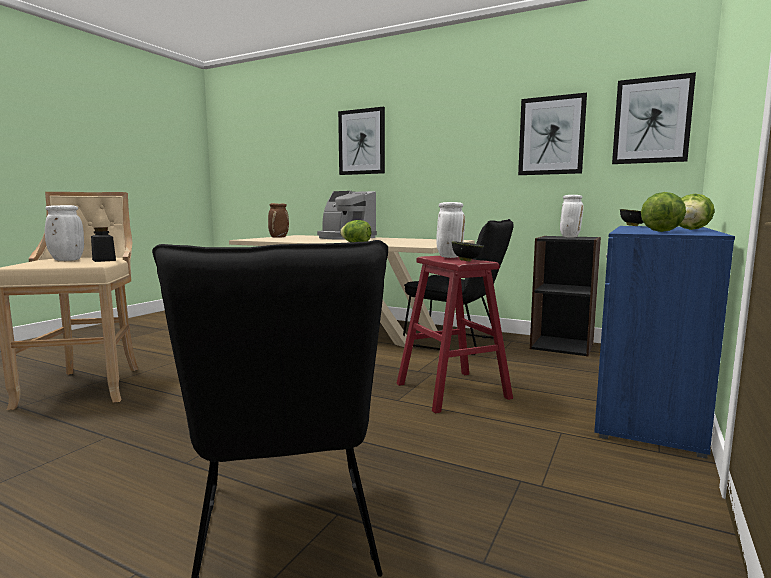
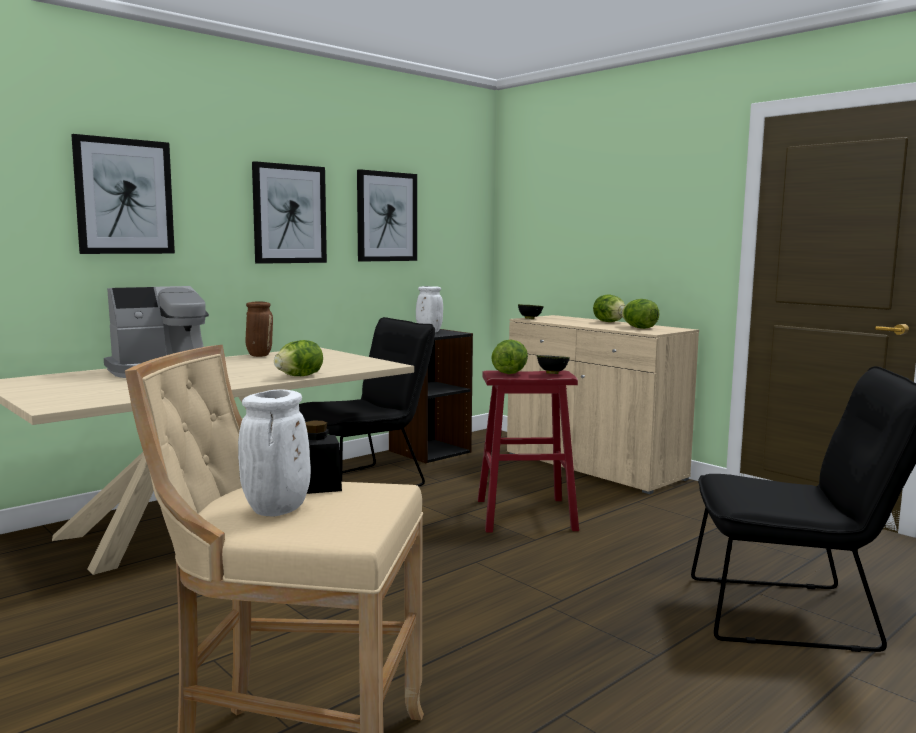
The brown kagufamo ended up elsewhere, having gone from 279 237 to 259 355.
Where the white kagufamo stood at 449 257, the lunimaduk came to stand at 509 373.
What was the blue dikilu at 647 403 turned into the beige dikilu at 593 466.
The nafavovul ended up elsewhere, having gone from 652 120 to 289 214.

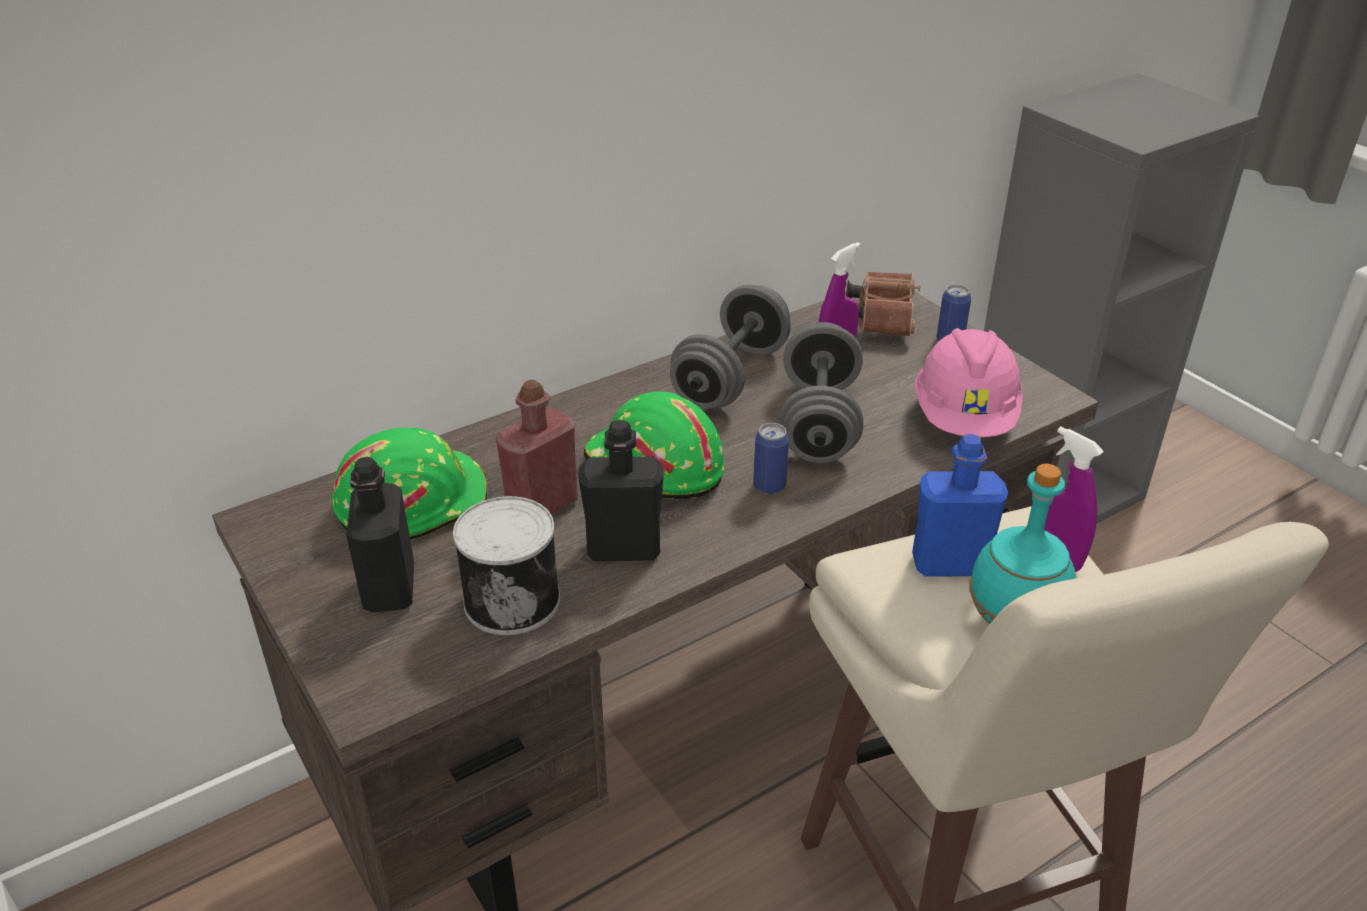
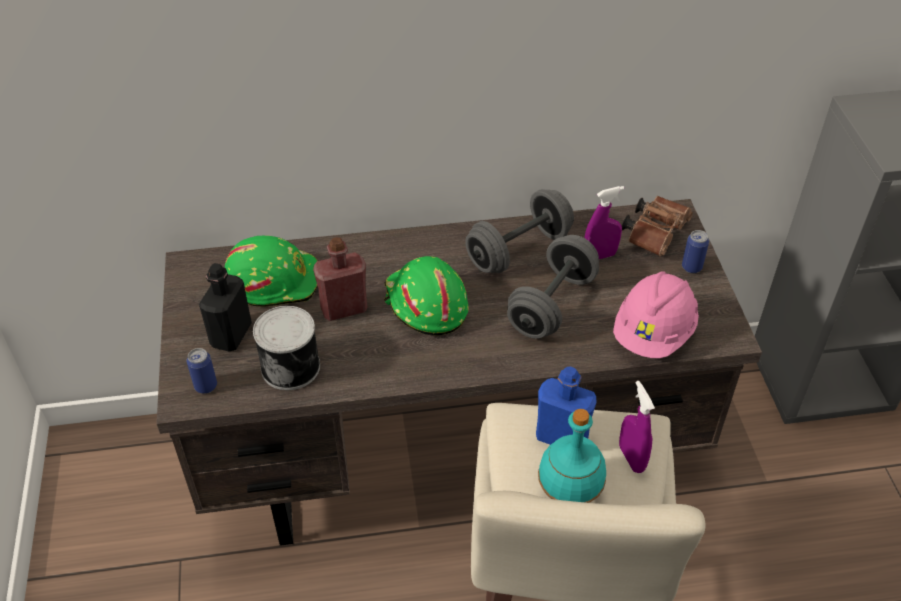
The second view lost the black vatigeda at 624 549.
The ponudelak ended up elsewhere, having gone from 769 486 to 206 386.

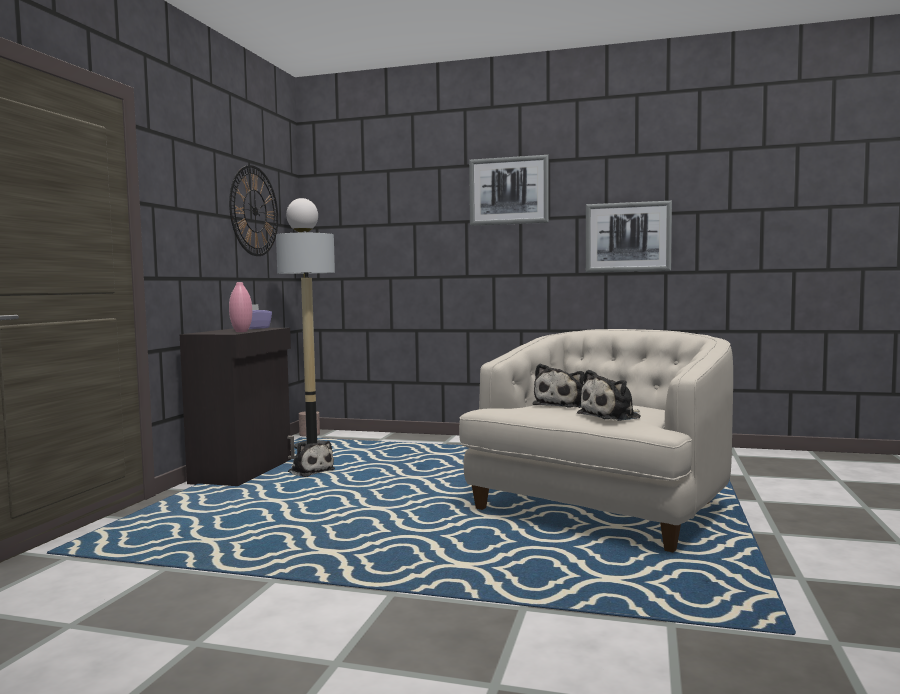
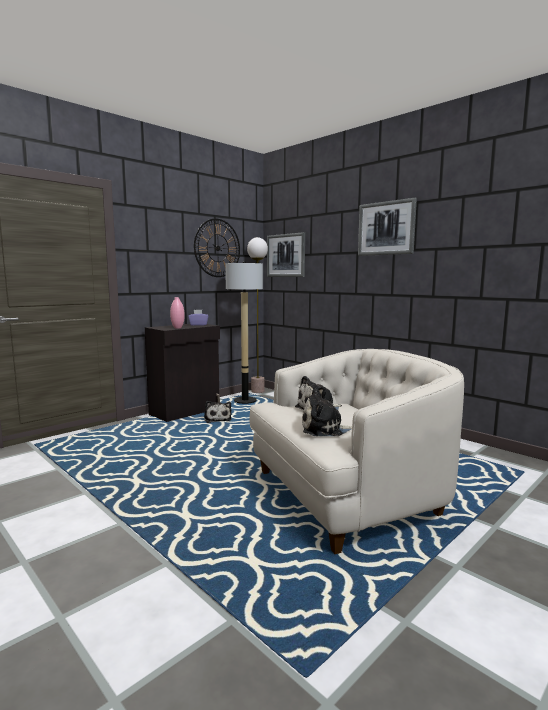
The nafavovul ended up elsewhere, having gone from 627 237 to 286 255.

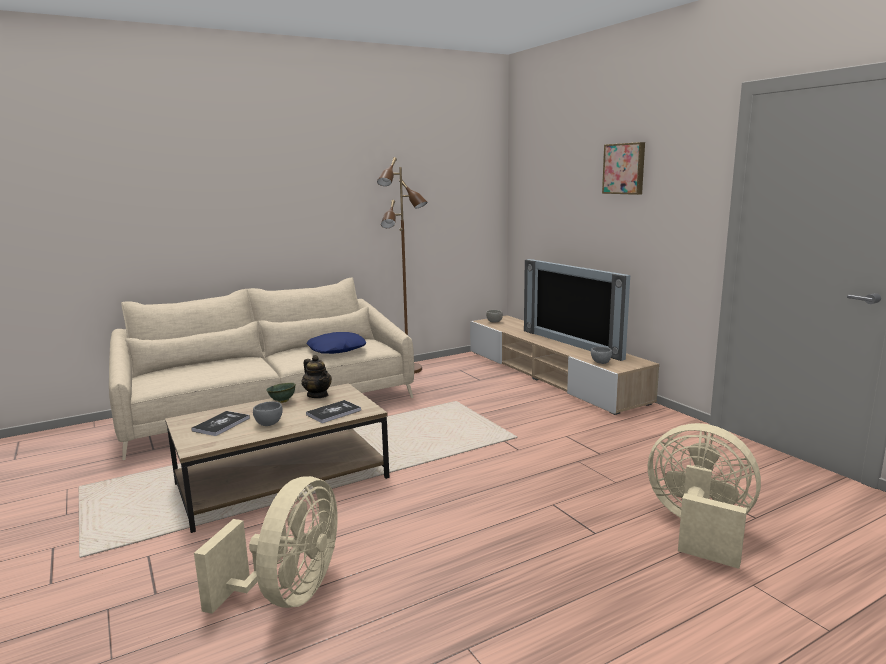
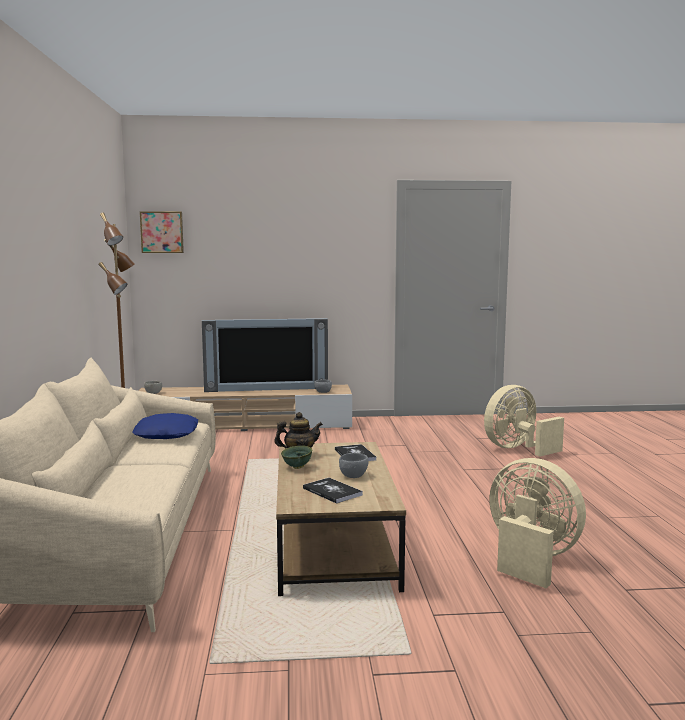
The nafavovul ended up elsewhere, having gone from 624 168 to 162 232.

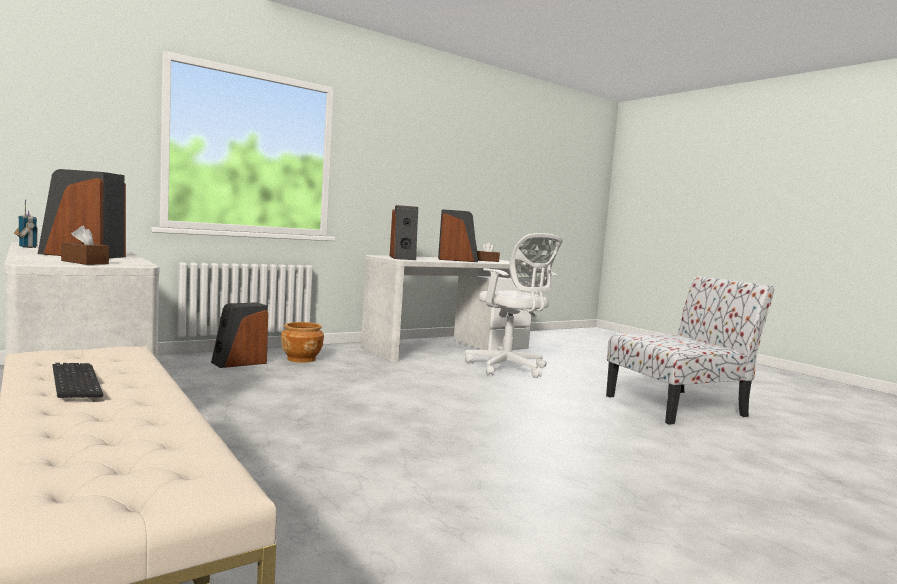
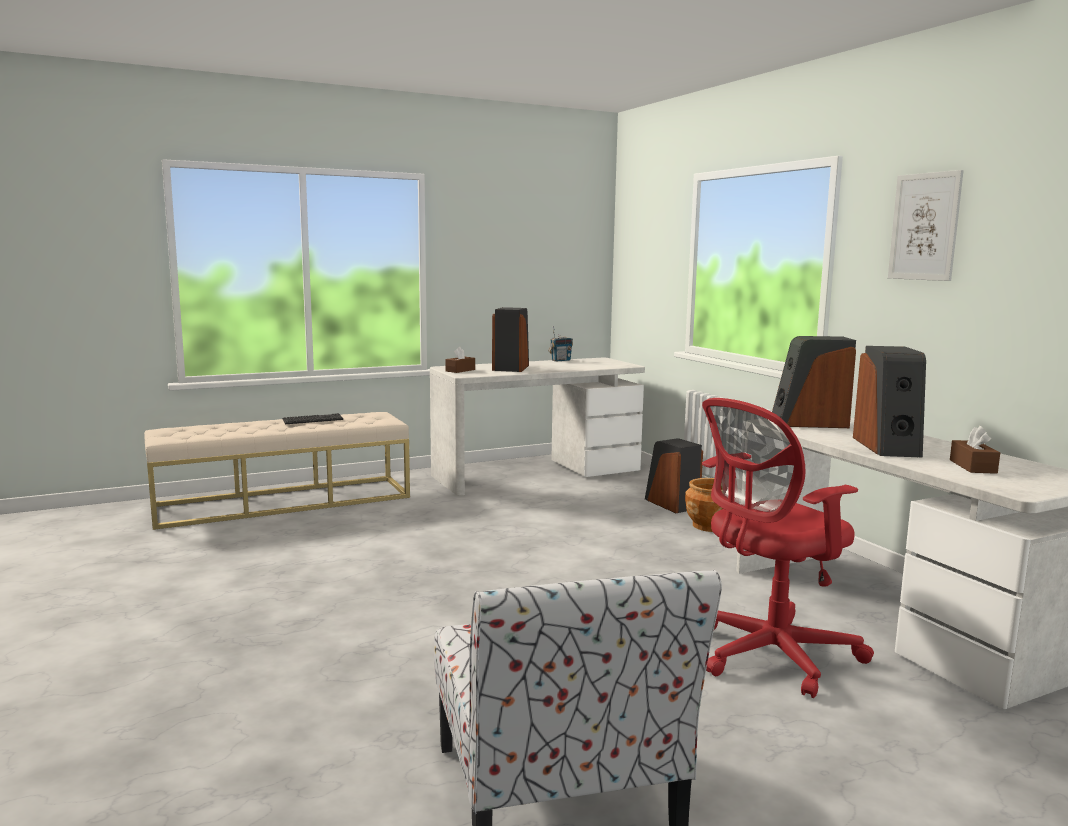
What was the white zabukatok at 509 368 turned into the red zabukatok at 769 657.
The second view gained the nafavovul at 924 227.

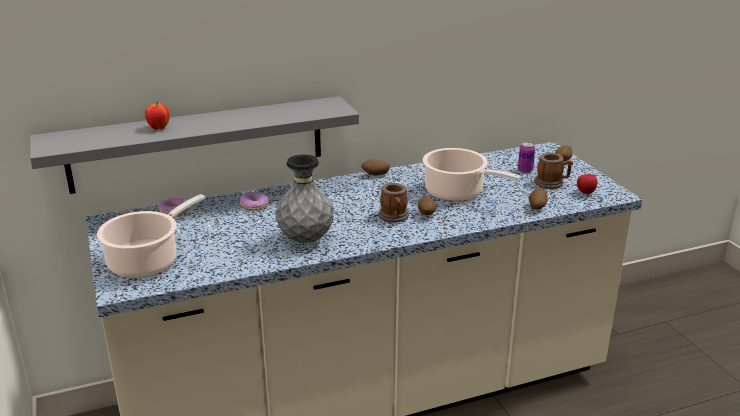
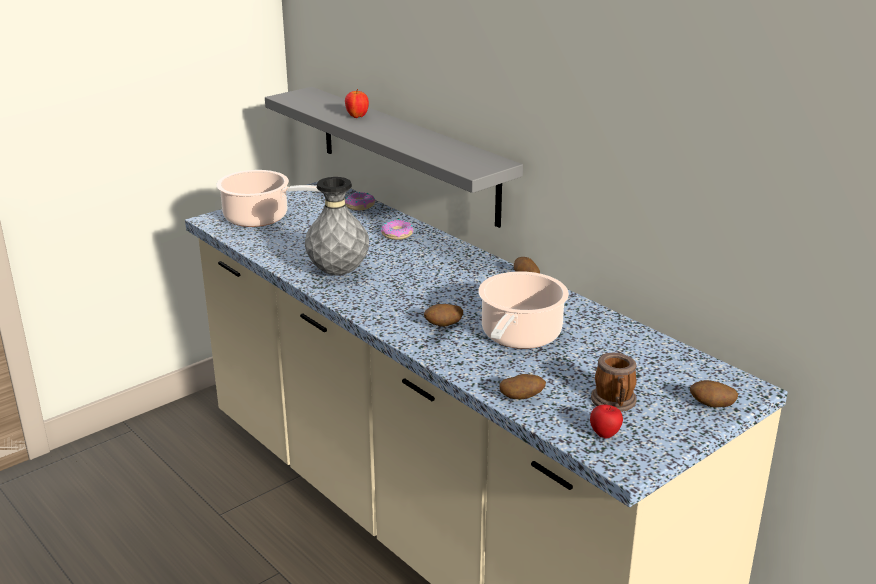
The second view lost the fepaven at 394 217.
The second view lost the ponudelak at 525 170.

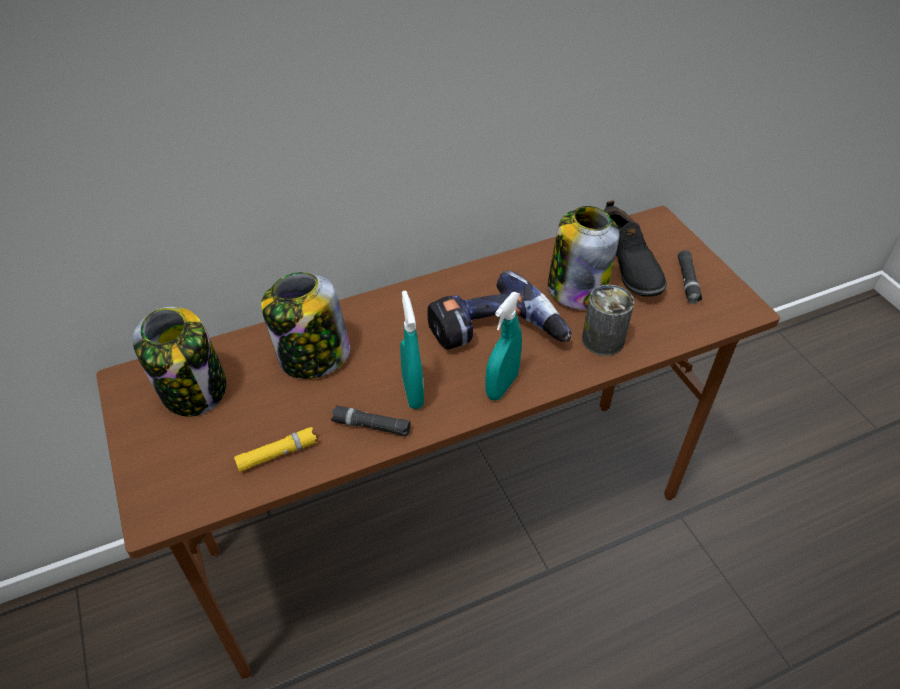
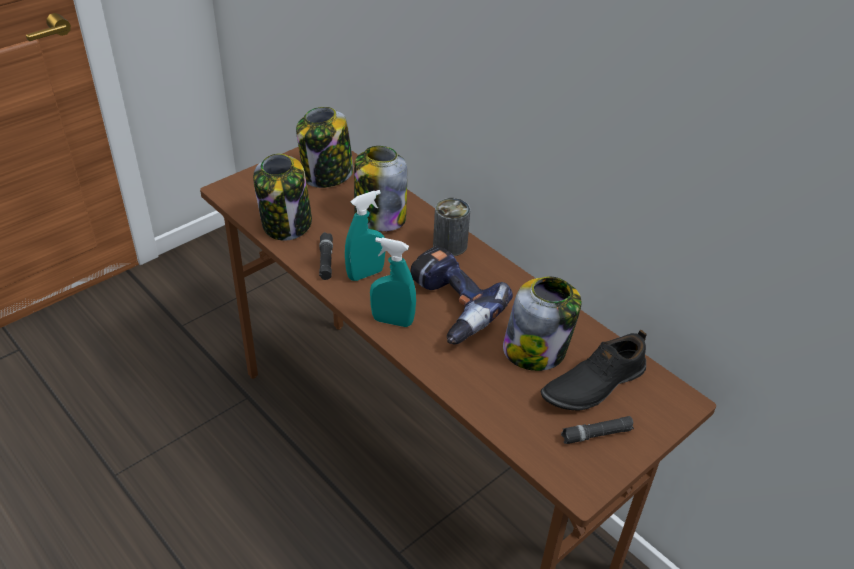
Where the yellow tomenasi stood at 277 454, the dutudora came to stand at 286 224.
The ponudelak ended up elsewhere, having gone from 603 340 to 450 245.

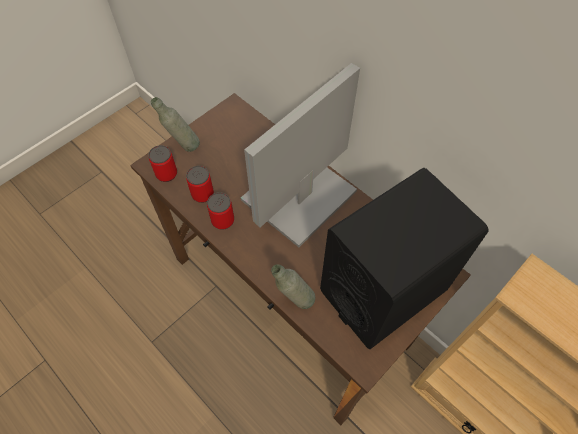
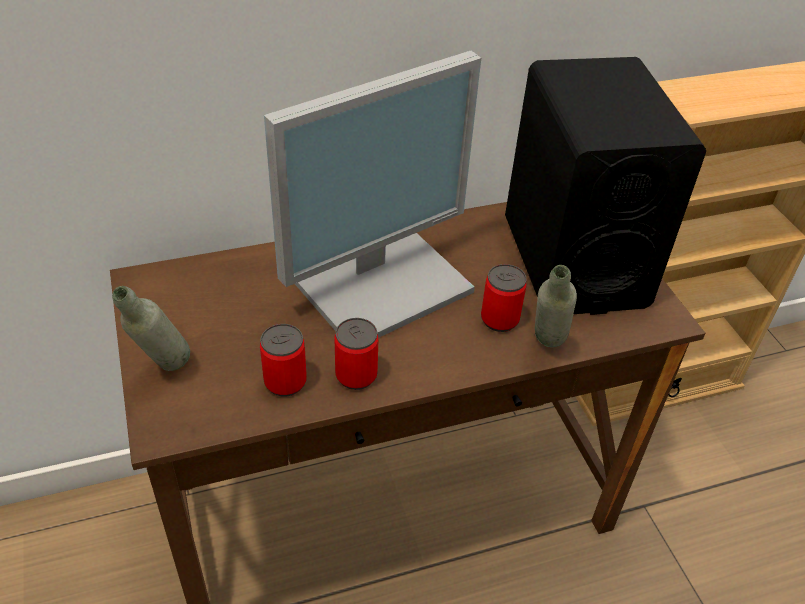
The ponudelak ended up elsewhere, having gone from 166 174 to 499 319.
The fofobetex at 298 198 ended up facing another way, 105 degrees counterclockwise from before.

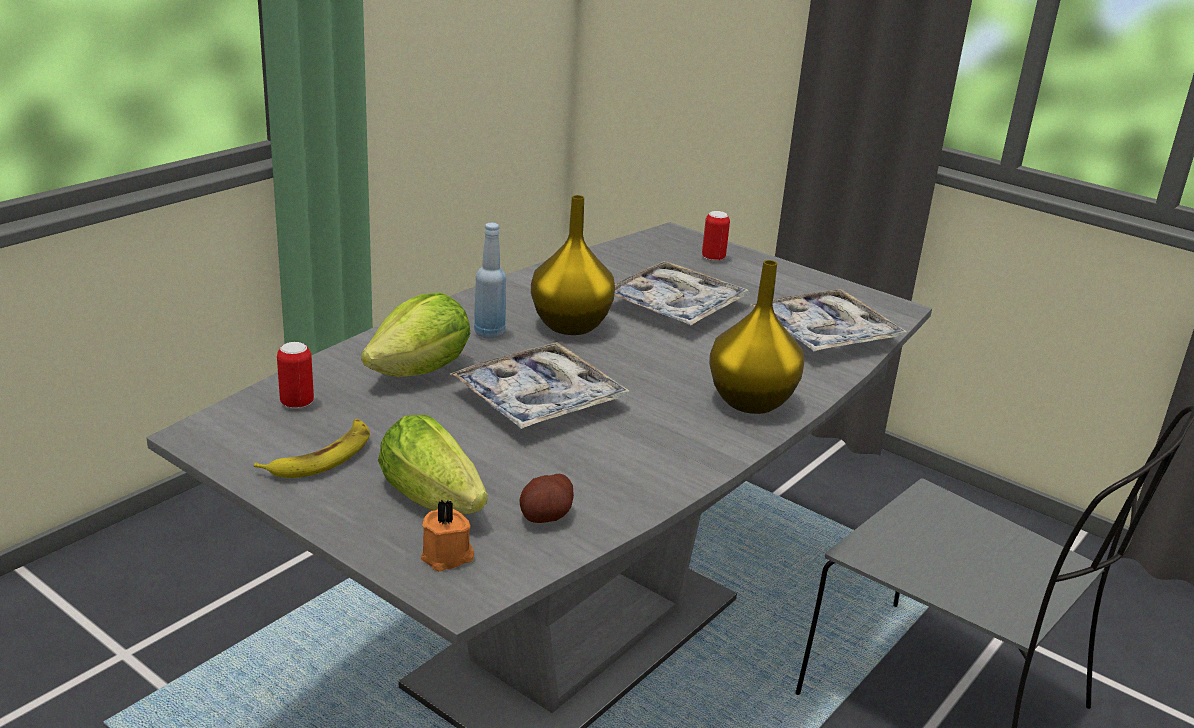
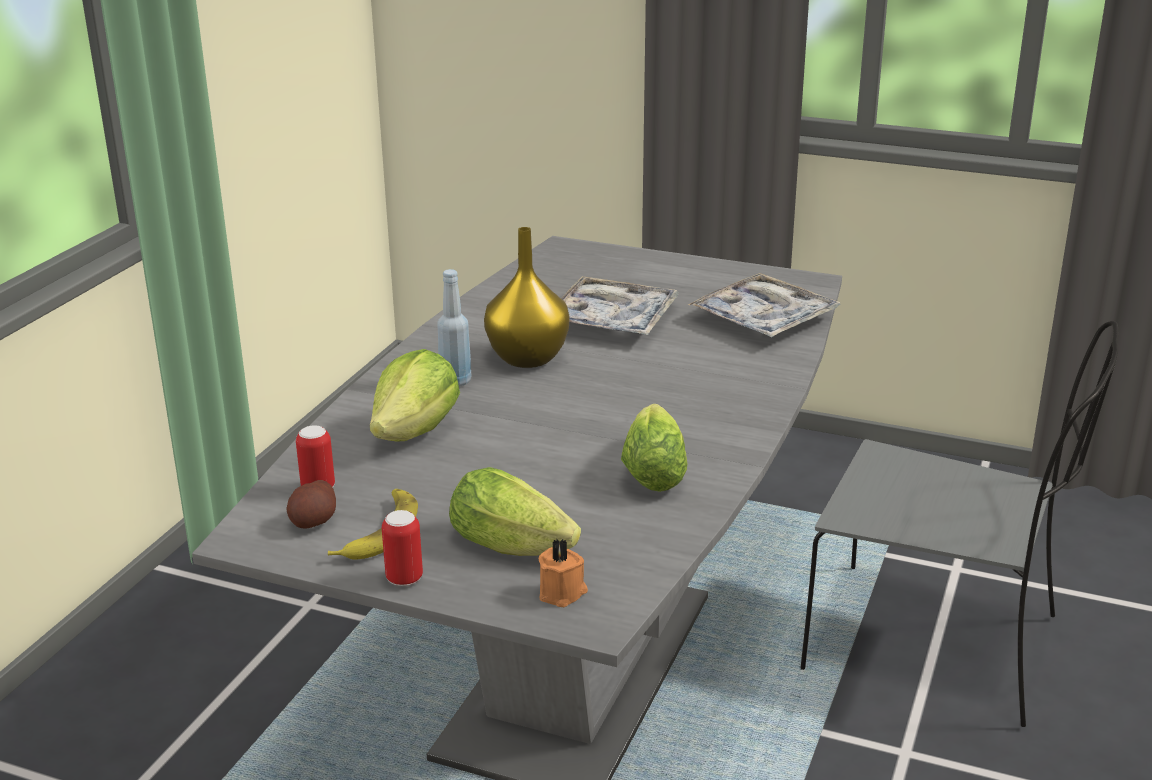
The second view lost the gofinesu at 538 400.
The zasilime ended up elsewhere, having gone from 546 516 to 314 521.
The ponudelak ended up elsewhere, having gone from 713 258 to 404 578.
The second view lost the yellow kagufamo at 750 401.
The second view gained the lunimaduk at 654 468.

